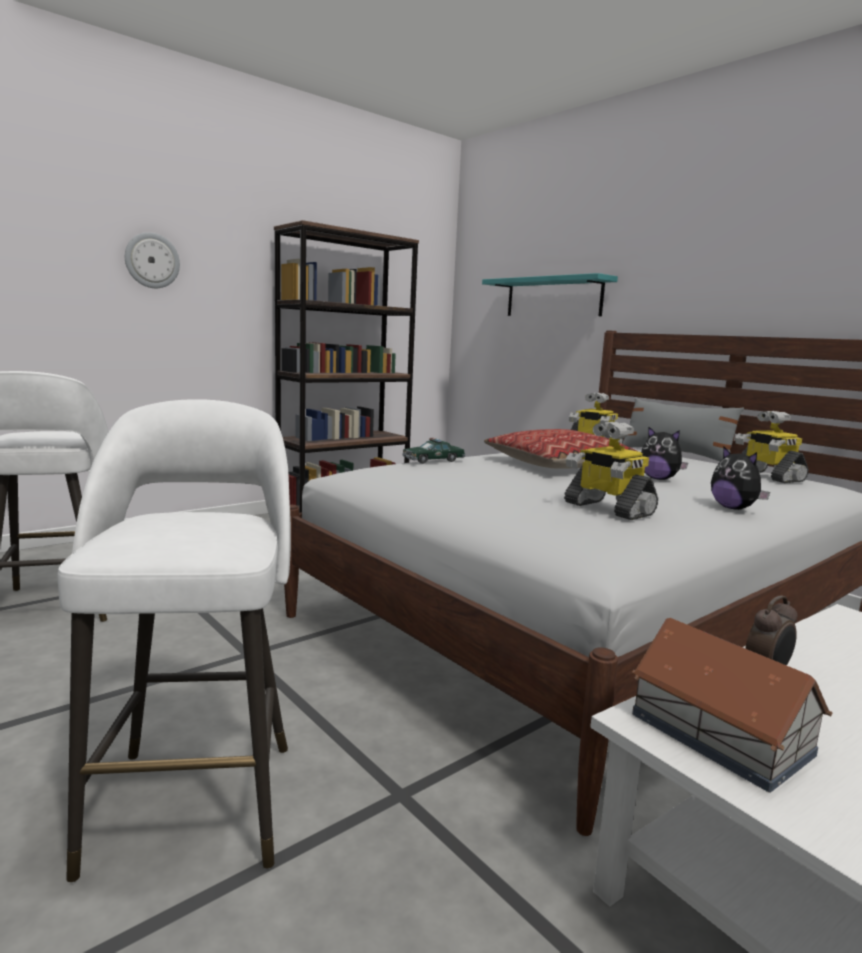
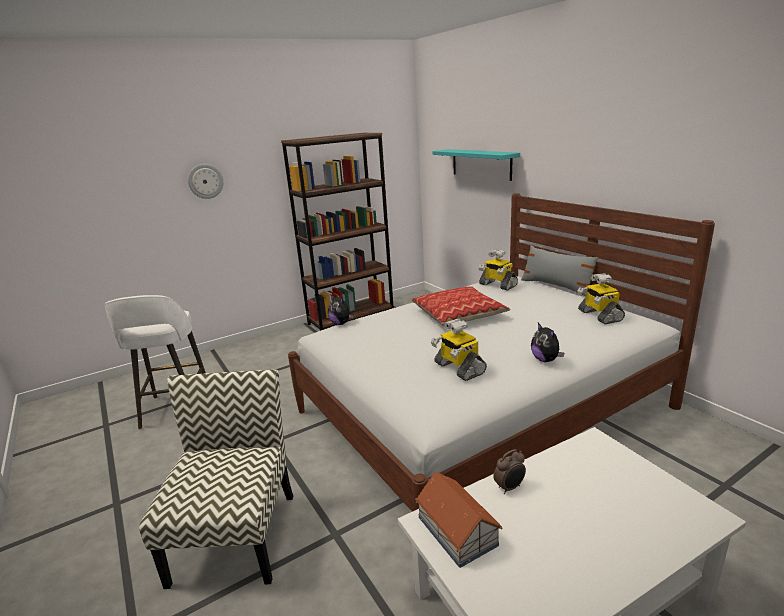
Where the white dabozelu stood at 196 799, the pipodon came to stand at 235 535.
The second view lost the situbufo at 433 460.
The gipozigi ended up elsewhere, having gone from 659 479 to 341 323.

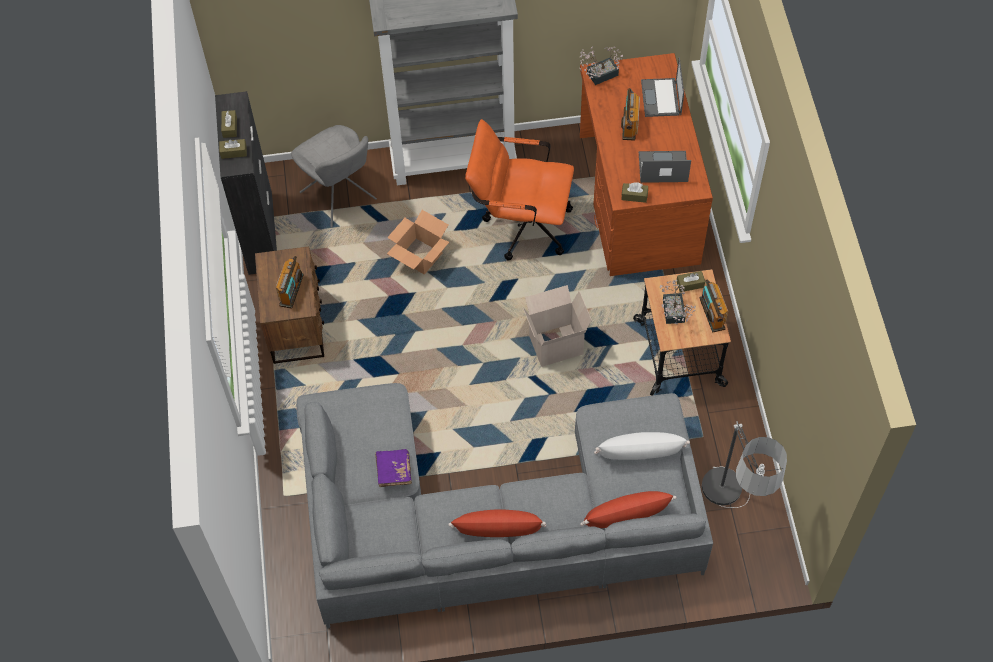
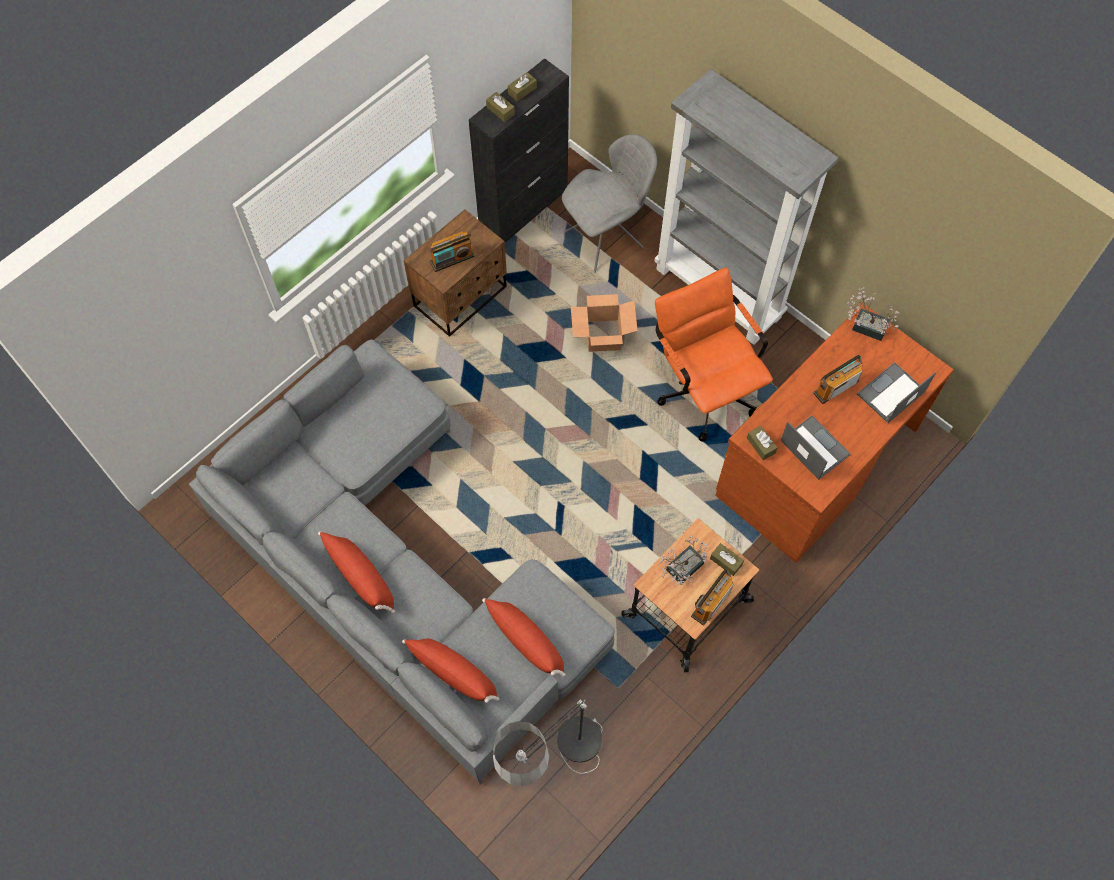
The grey pipodon at 339 198 ended up facing another way, 135 degrees counterclockwise from before.
The second view lost the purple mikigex at 393 471.
The second view lost the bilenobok at 556 344.
What was the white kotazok at 640 453 turned into the red kotazok at 526 641.

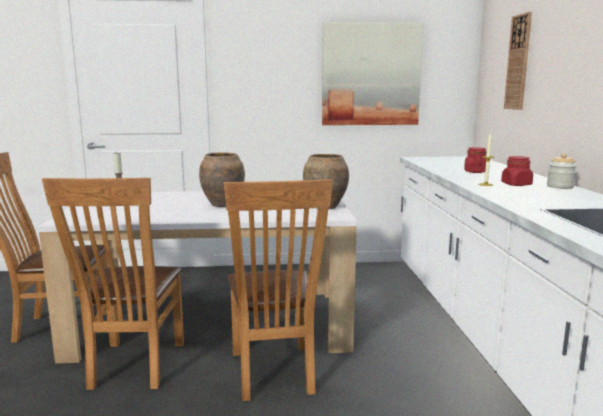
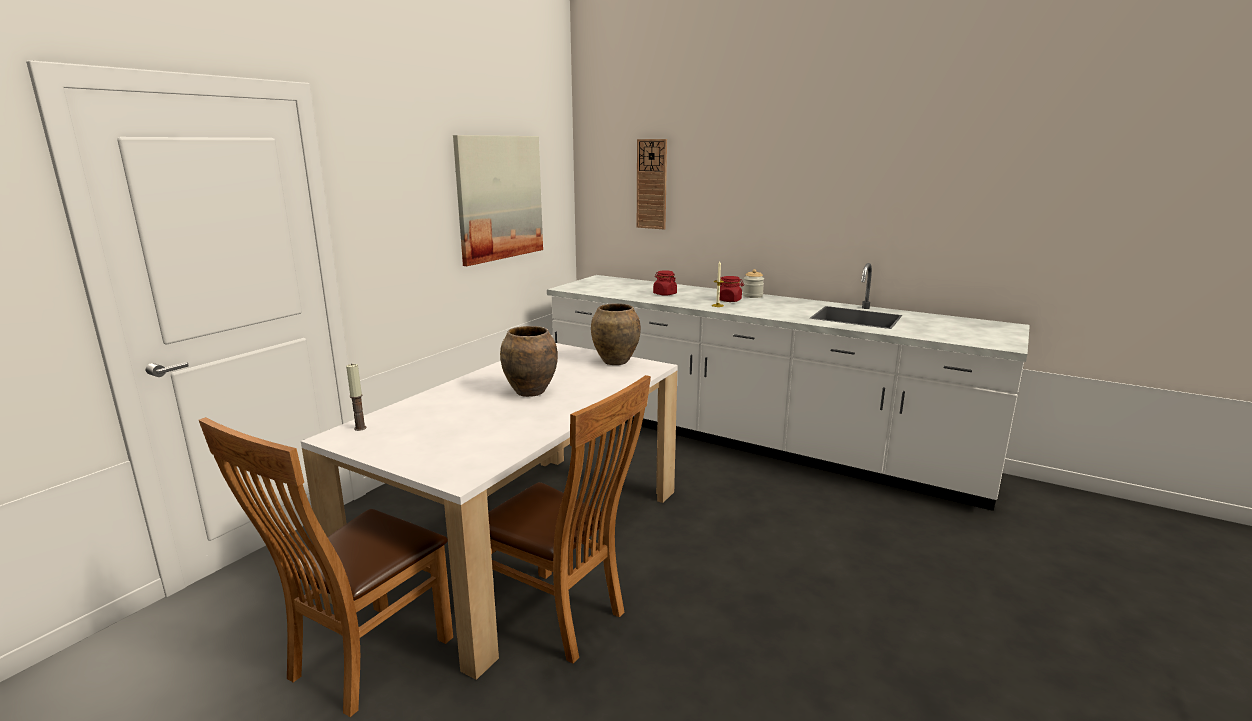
The second view lost the brown pipodon at 274 375.

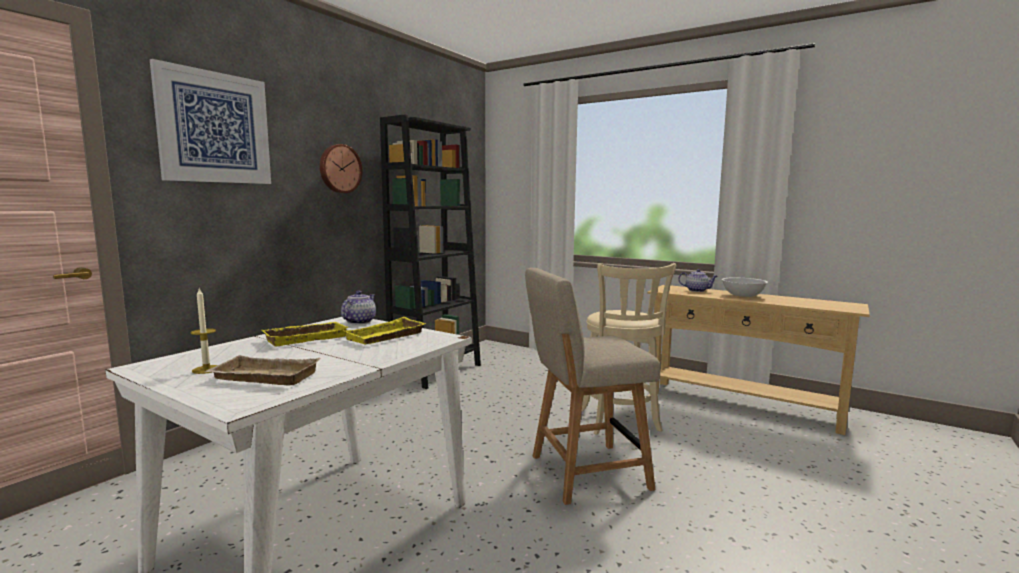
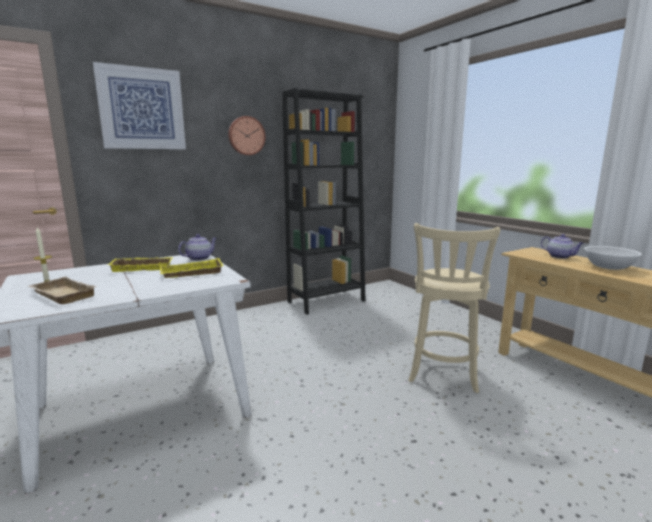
The second view lost the beige pipodon at 584 473.

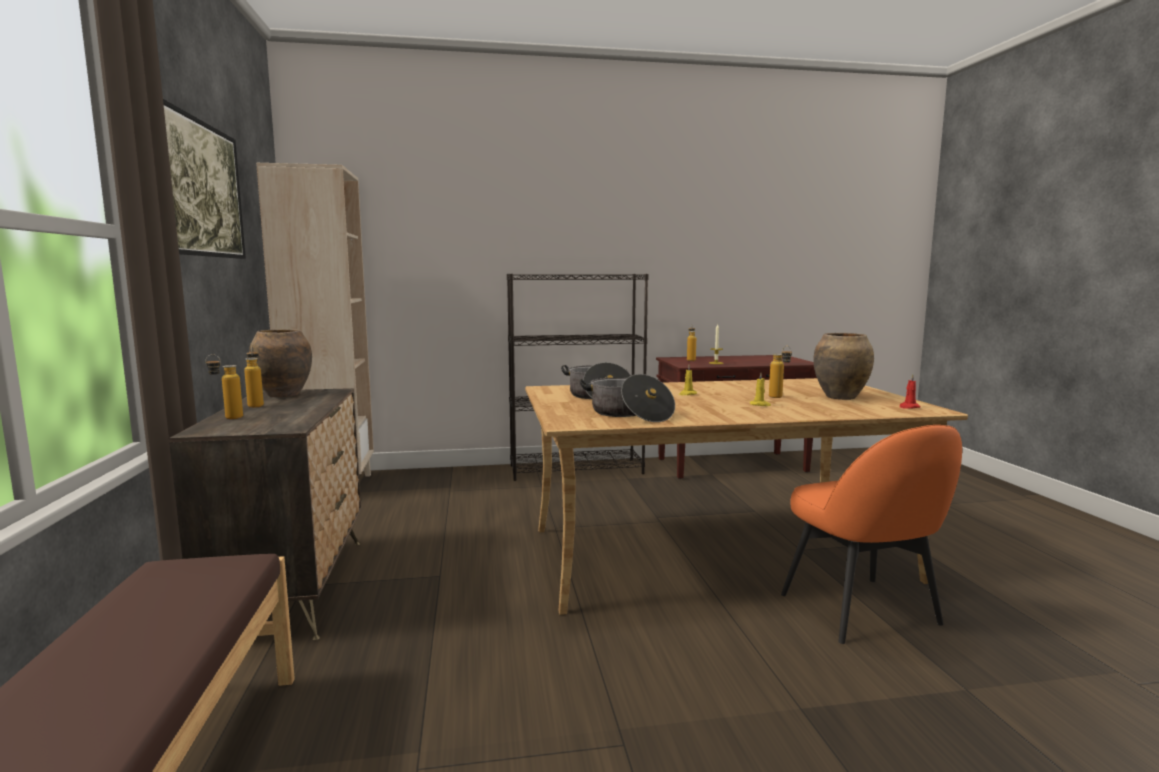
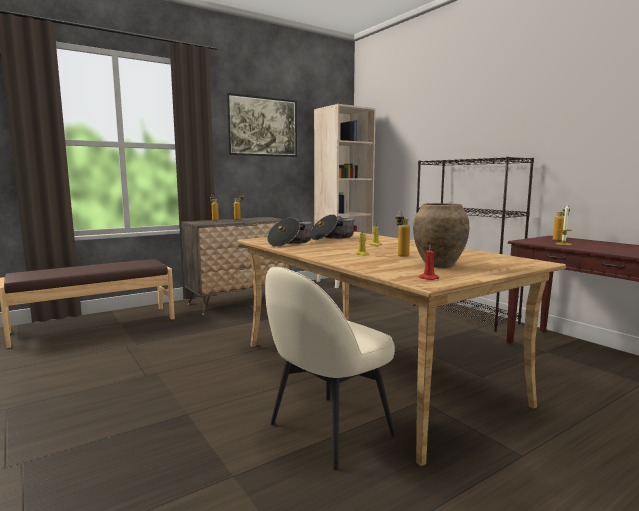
The second view lost the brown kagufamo at 284 395.
What was the orange pipodon at 861 611 turned into the beige pipodon at 328 431.

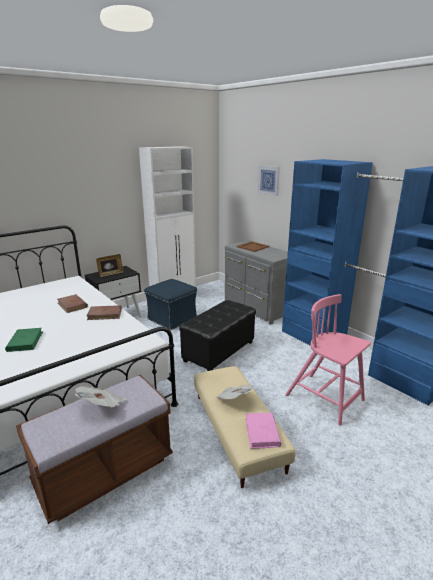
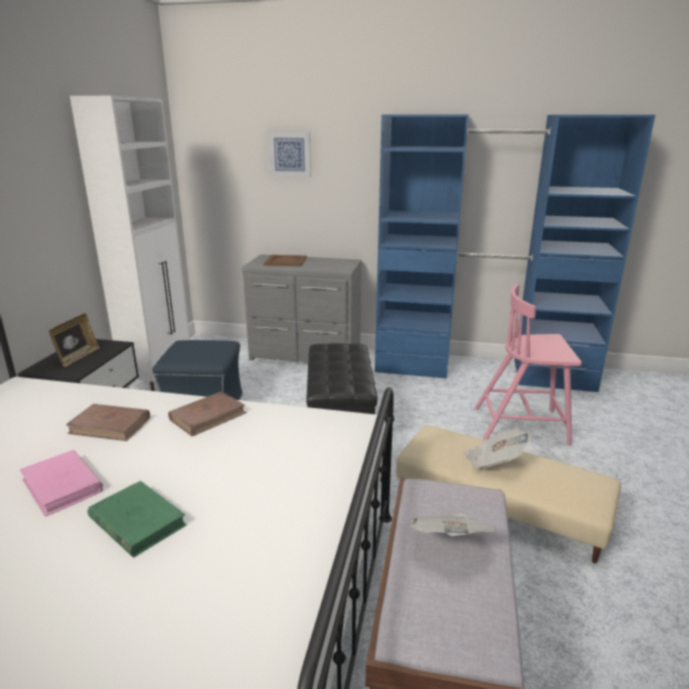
The pink mikigex ended up elsewhere, having gone from 262 432 to 62 485.

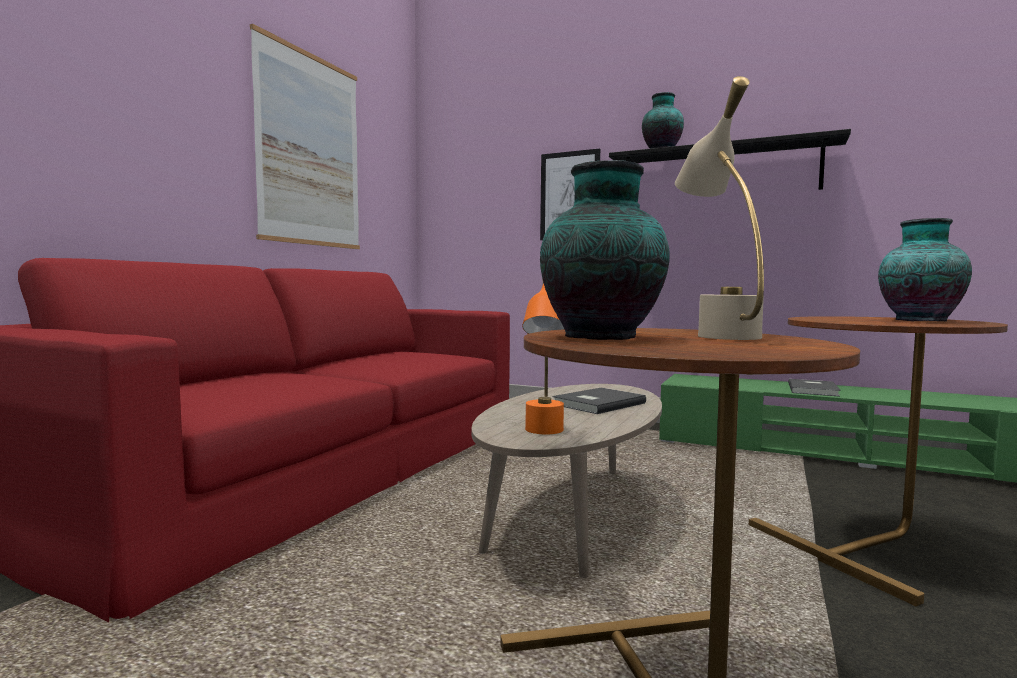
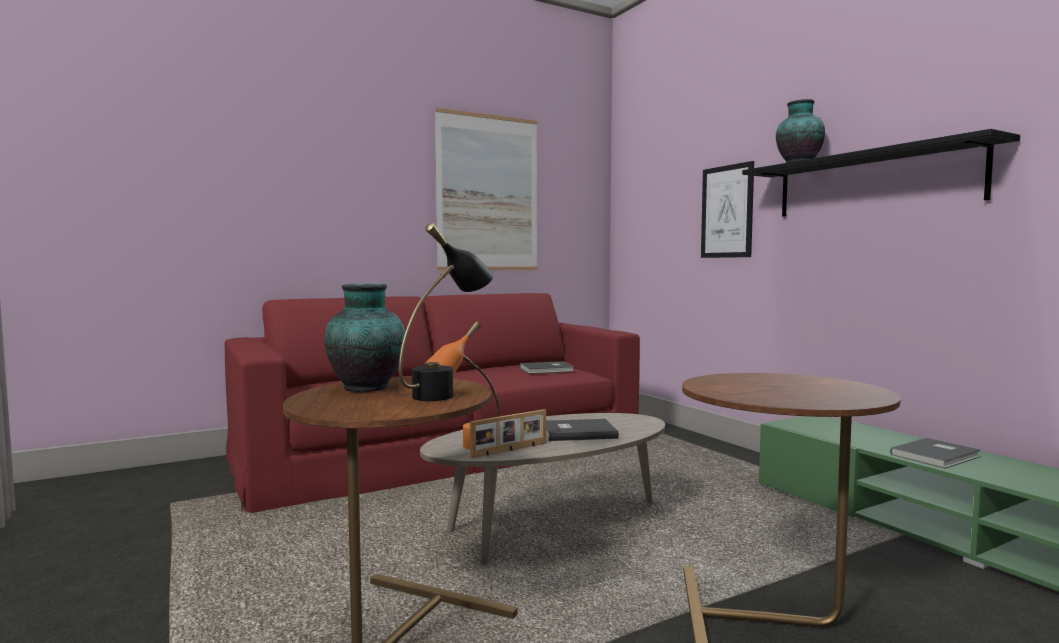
What was the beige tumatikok at 717 334 turned into the black tumatikok at 446 393.
The second view lost the kagufamo at 917 320.
The second view gained the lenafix at 510 450.
The second view gained the grey mikigex at 547 369.

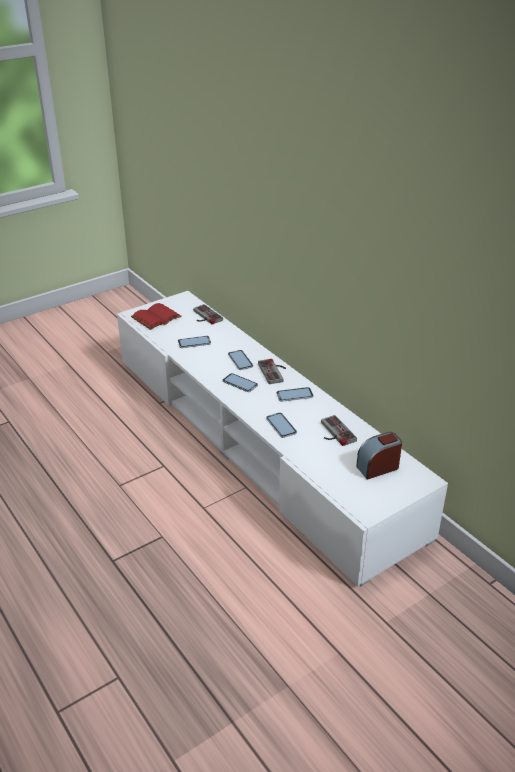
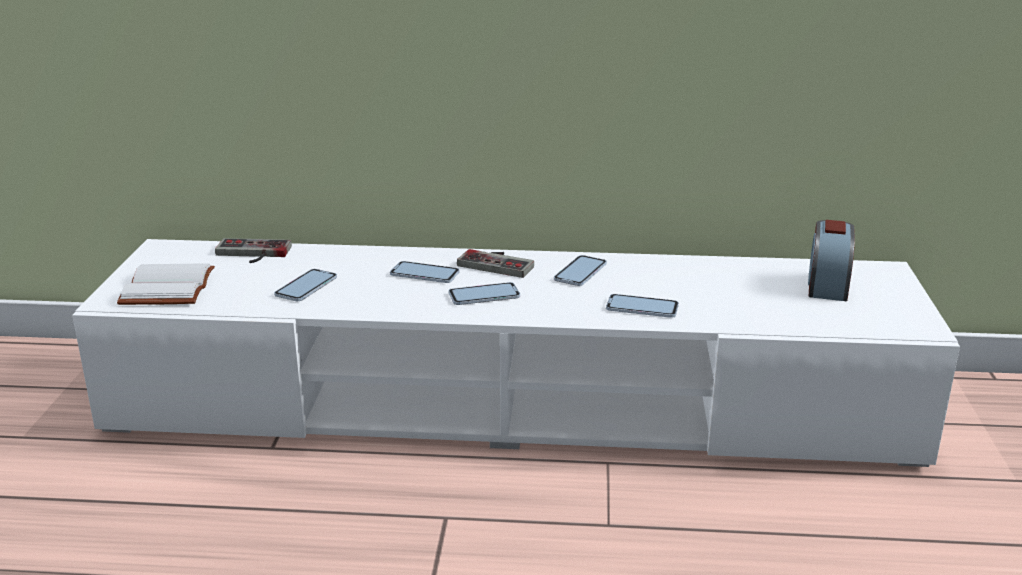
What was the red mikigex at 156 318 turned into the white mikigex at 170 288.
The second view lost the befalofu at 334 433.

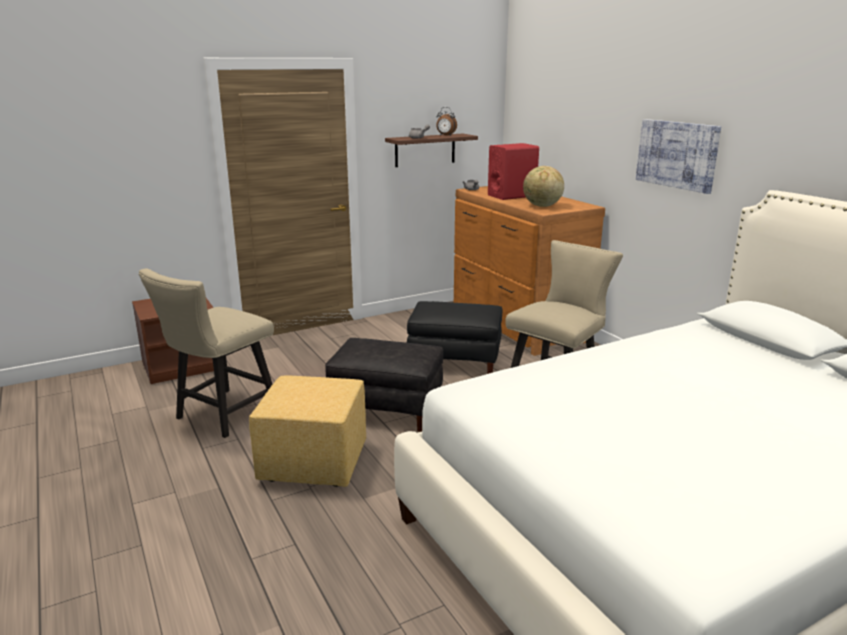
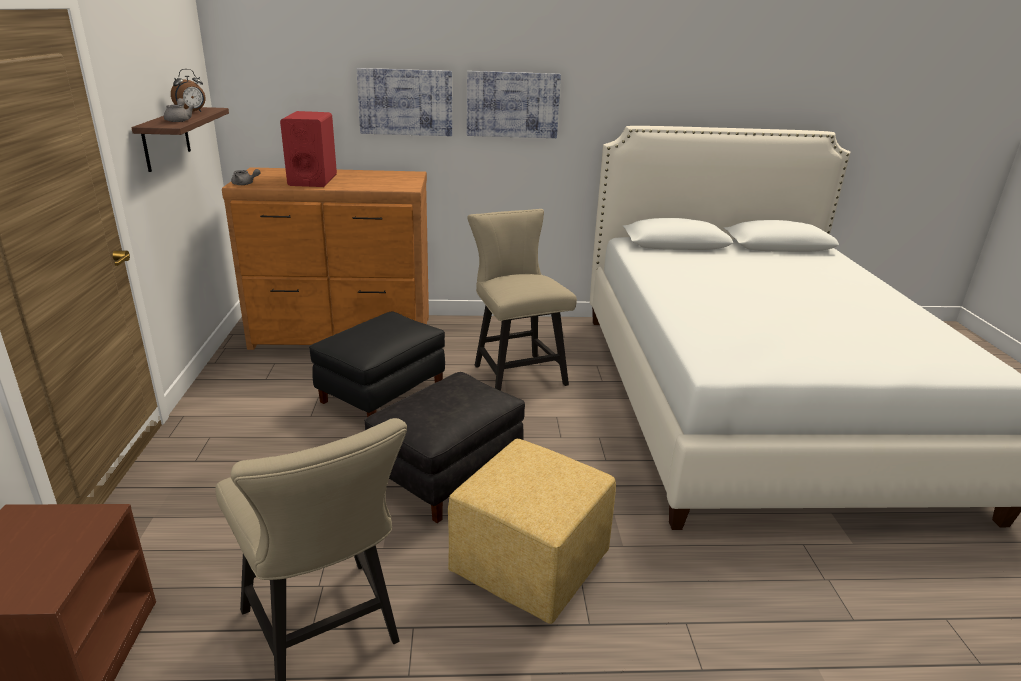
The second view lost the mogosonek at 542 206.
The second view gained the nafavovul at 405 102.

